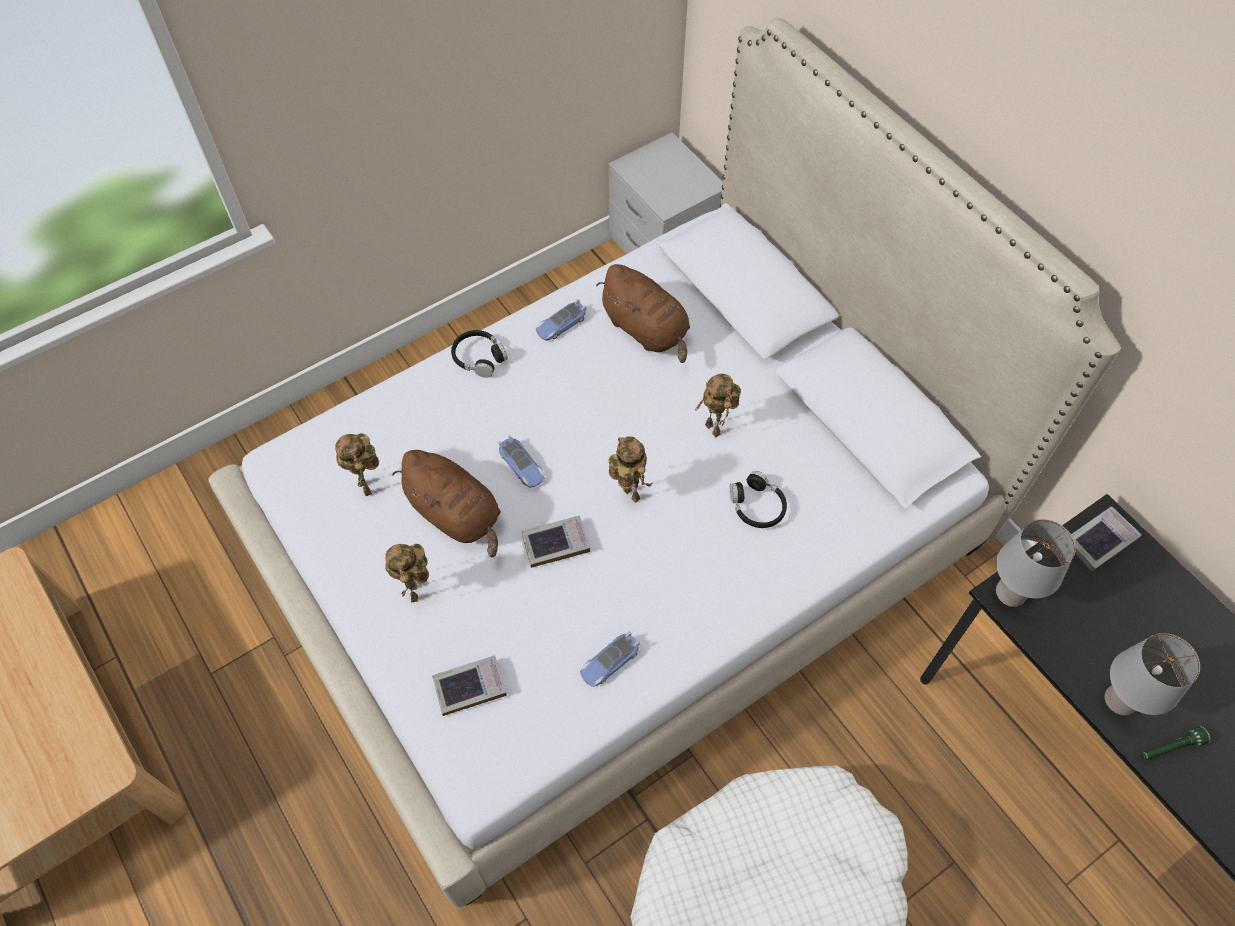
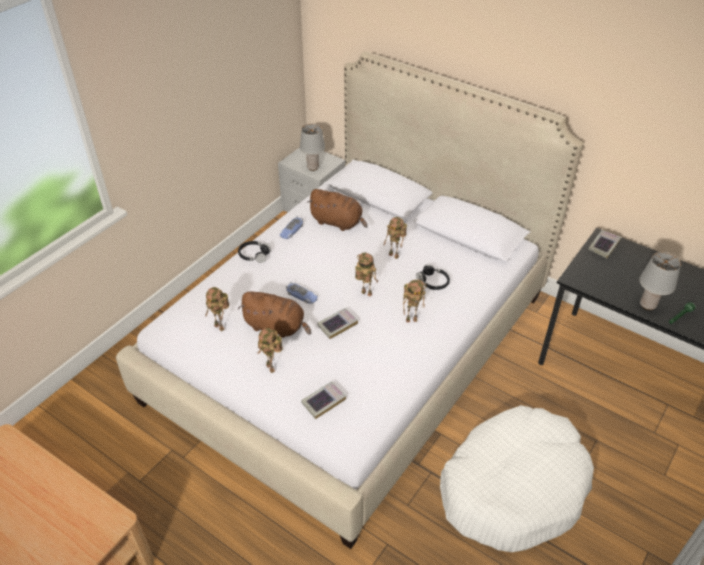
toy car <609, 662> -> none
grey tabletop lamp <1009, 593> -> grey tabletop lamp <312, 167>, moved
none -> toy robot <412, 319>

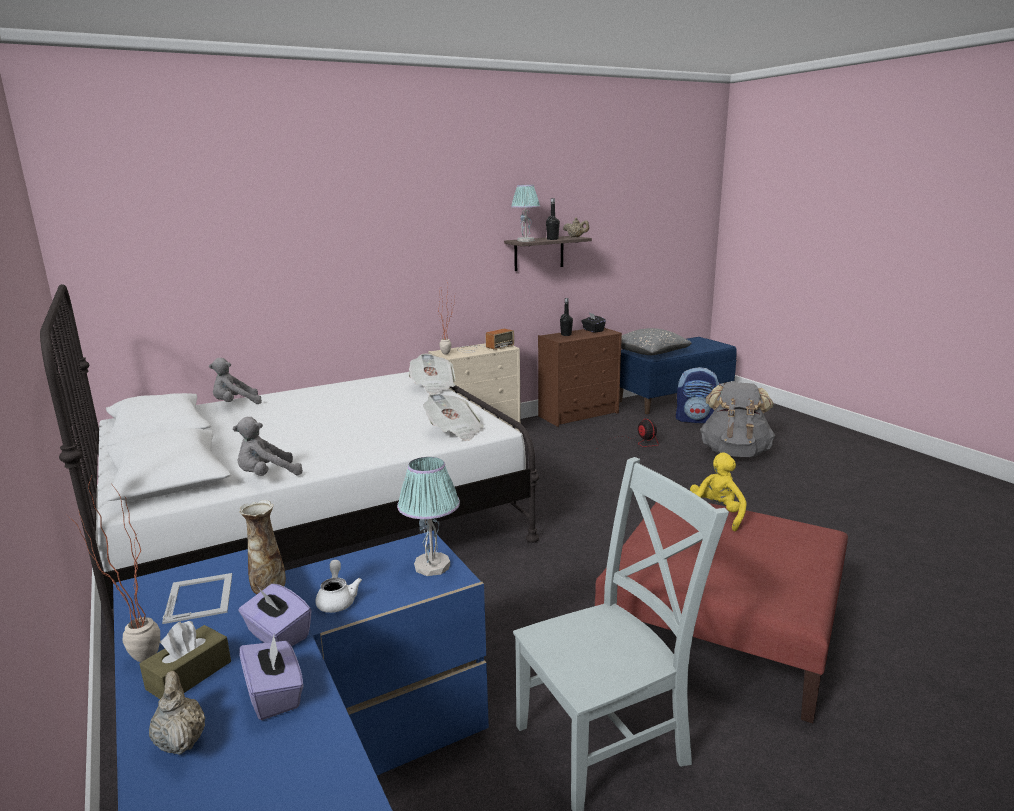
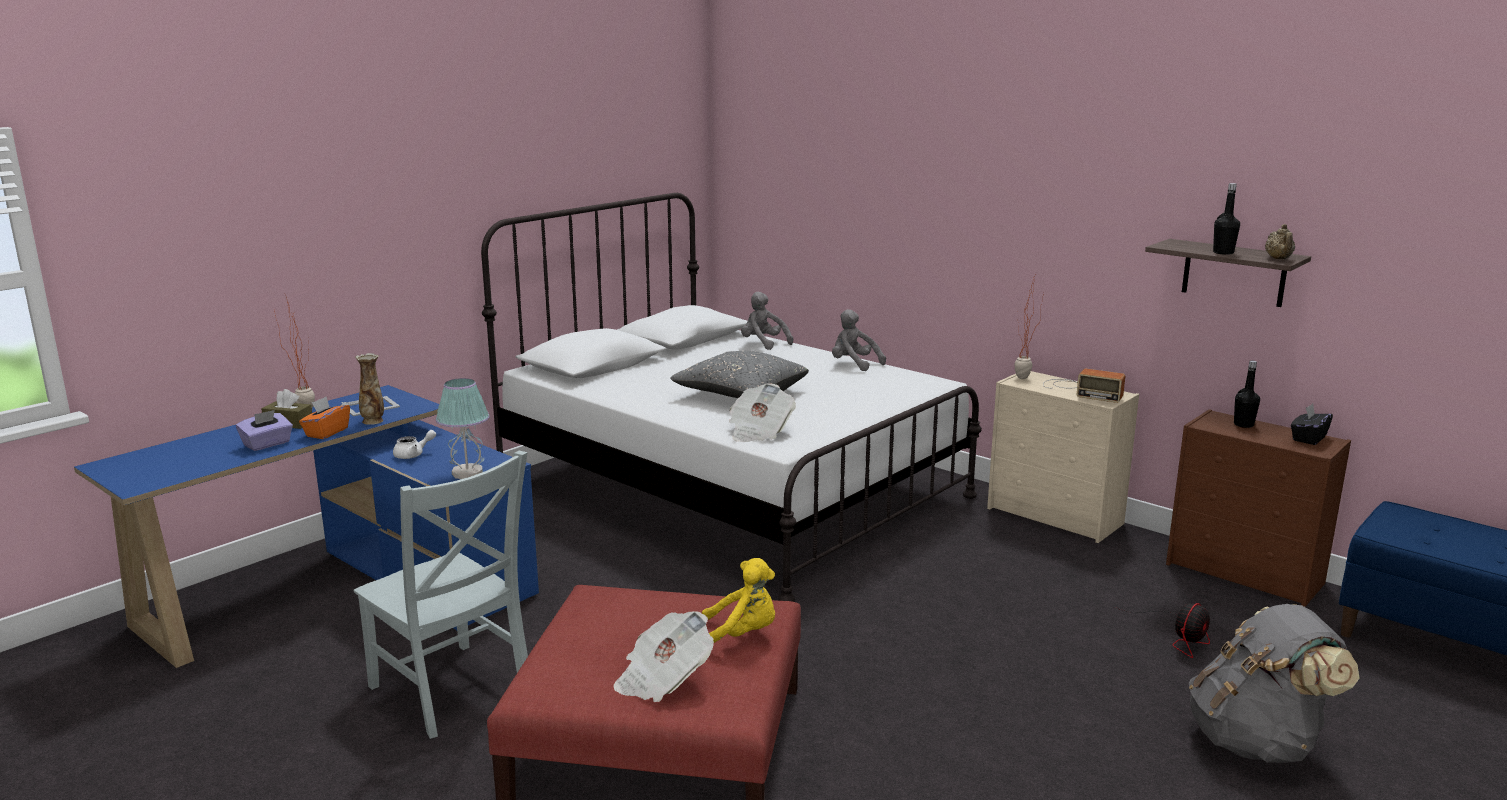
beige tea pot <181, 741> -> none
grey cuddly toy <267, 476> -> grey cuddly toy <854, 364>, moved
purplish box of tissues <277, 635> -> orange box of tissues <326, 432>
printed paper <433, 386> -> printed paper <663, 679>, moved
tabletop lamp <526, 240> -> none
grey cushion <648, 354> -> grey cushion <740, 394>, moved
knapsack <696, 420> -> none

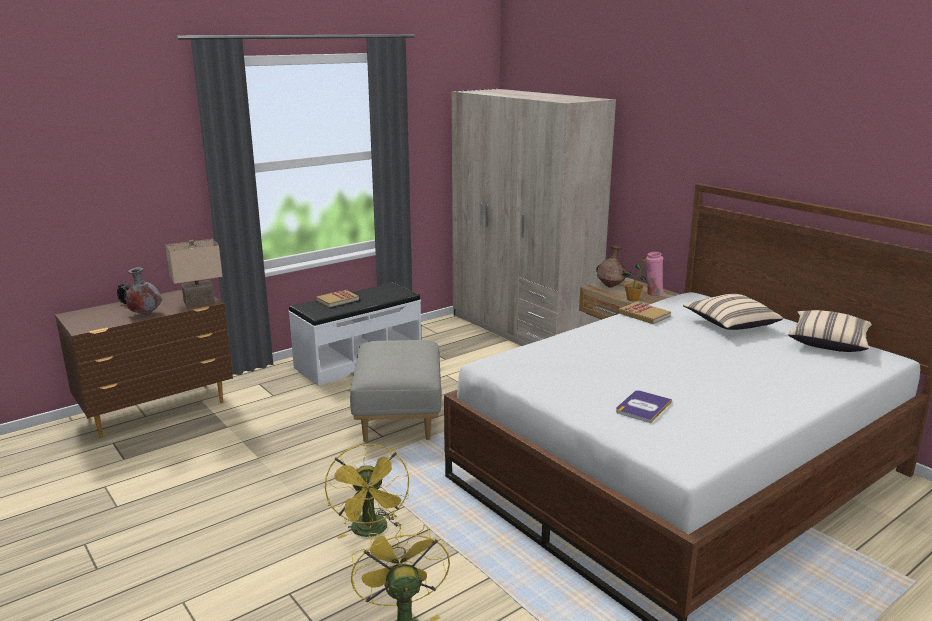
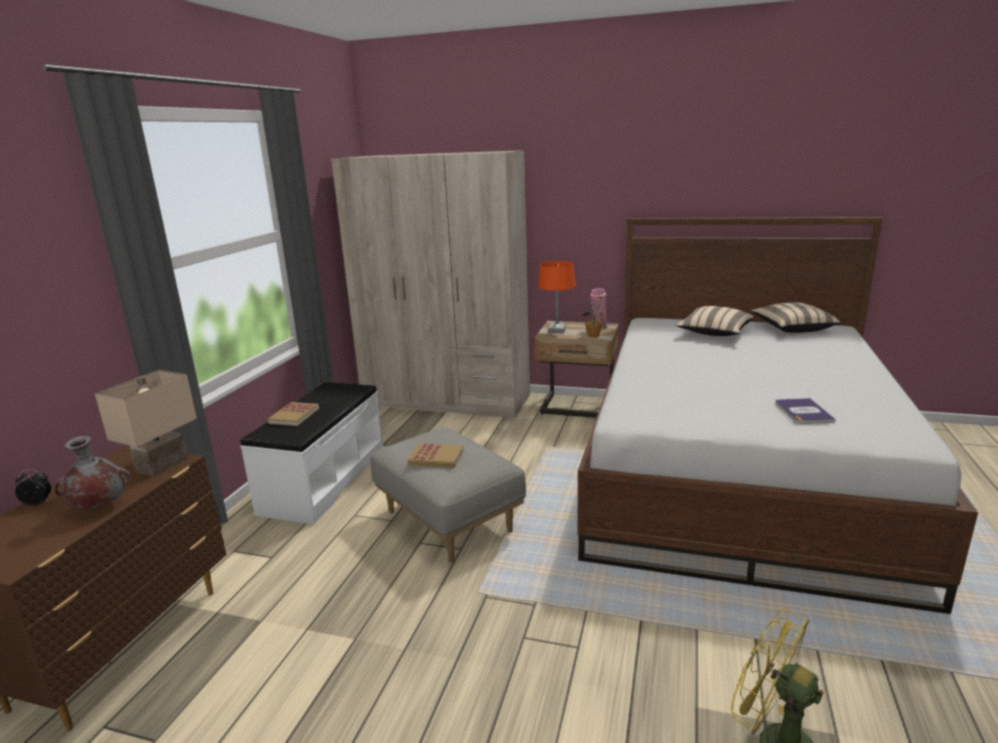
yellow electric fan <371, 531> -> none
brownish flower vase <611, 286> -> orange tabletop lamp <557, 330>
book <644, 315> -> book <436, 458>, moved

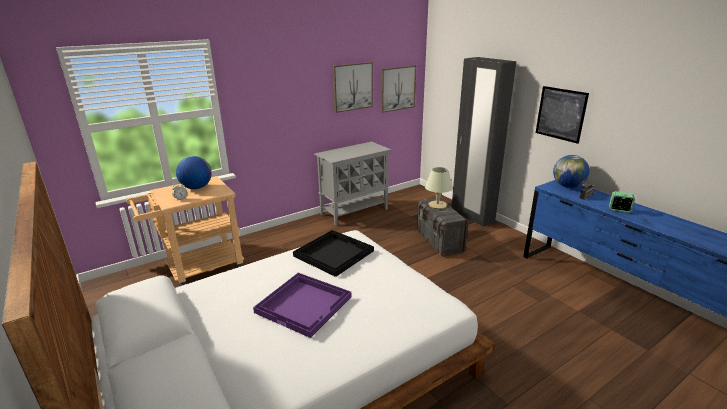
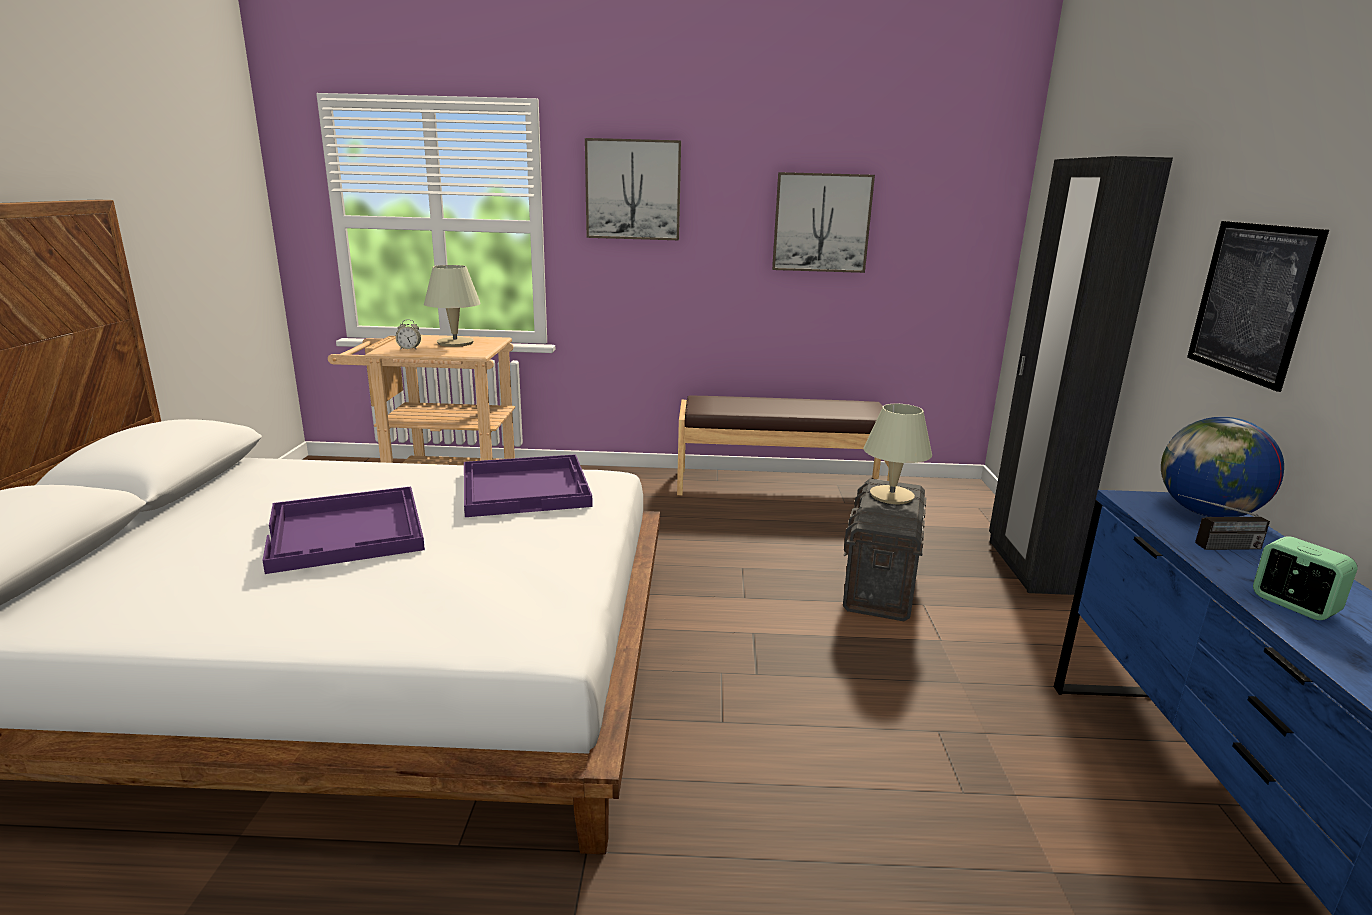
desk globe <196, 188> -> beige tabletop lamp <455, 343>
black carrying tray <333, 253> -> purplish carrying tray <526, 488>
grey storage cabinet <354, 211> -> brownish bench <780, 485>
wall art <397, 88> -> wall art <633, 190>, moved

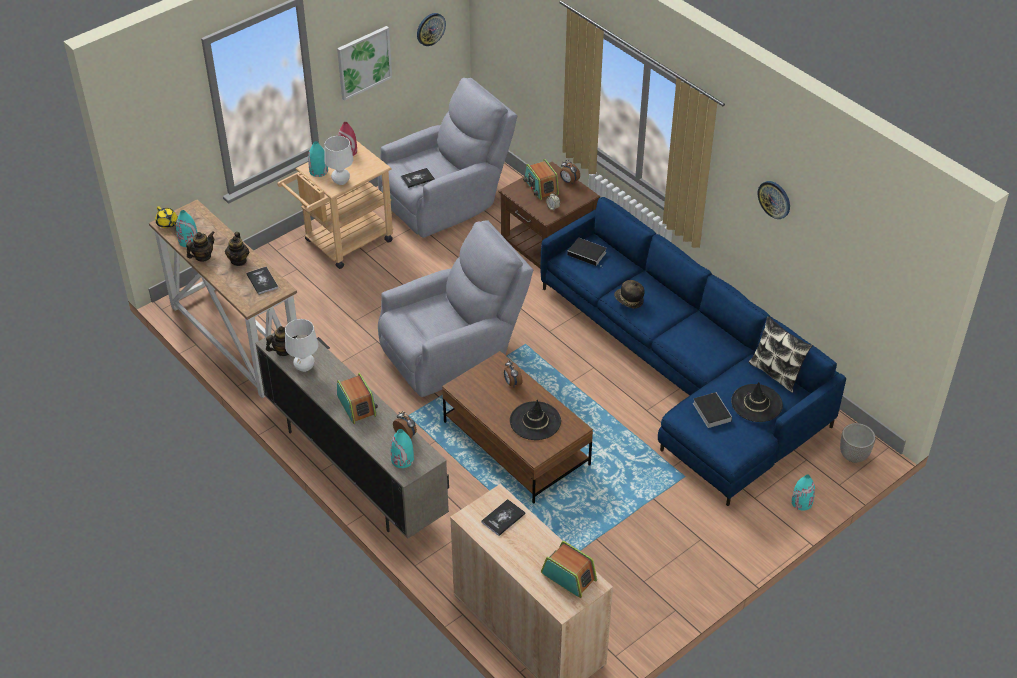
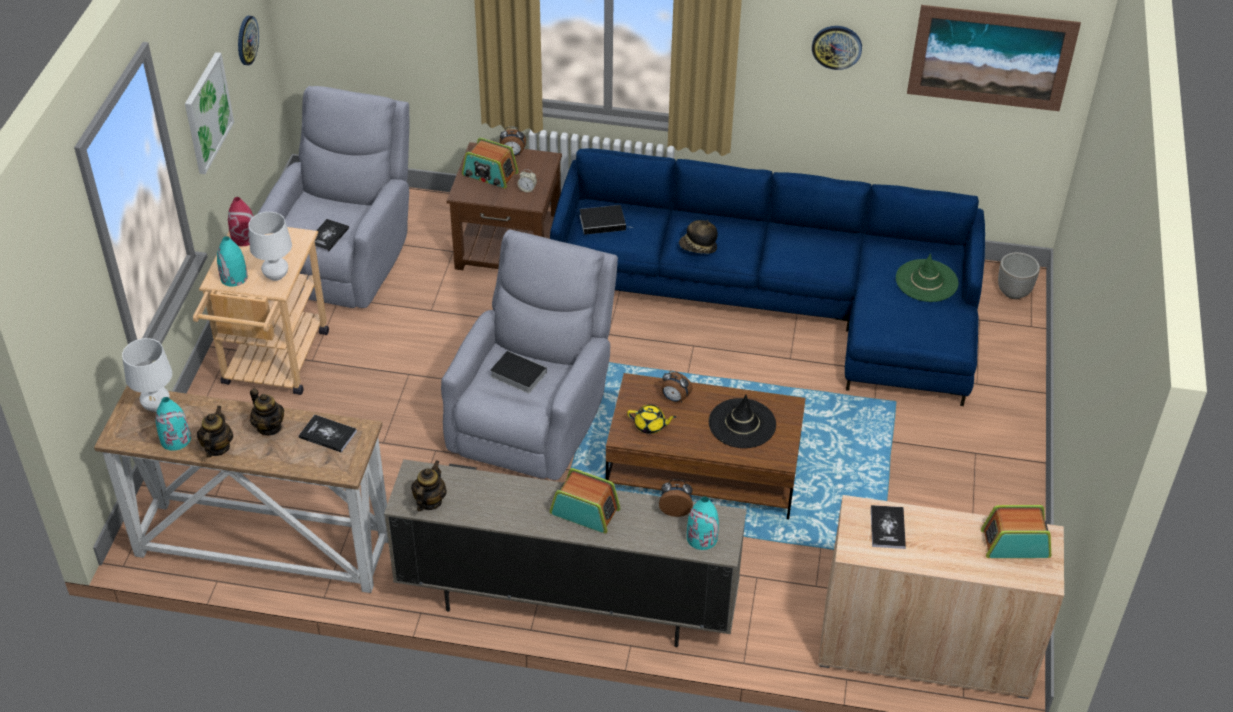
yellow tea pot <167, 223> -> yellow tea pot <650, 426>, moved
whitish tabletop lamp <304, 367> -> whitish tabletop lamp <157, 406>, moved
book <711, 411> -> book <516, 374>, moved
black wearable hat <756, 403> -> greenish wearable hat <926, 281>
cushion <776, 373> -> none
blue-green flower vase <801, 502> -> none
none -> wall art <991, 57>

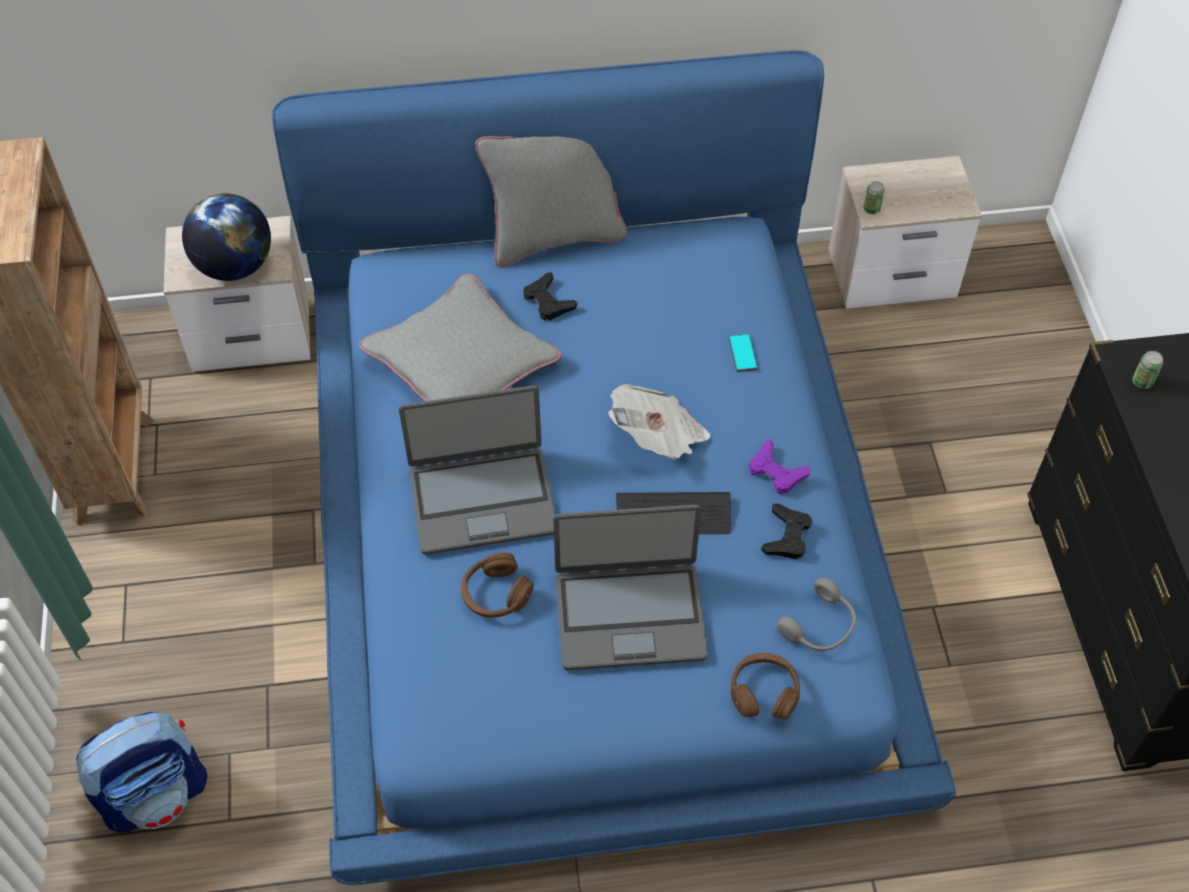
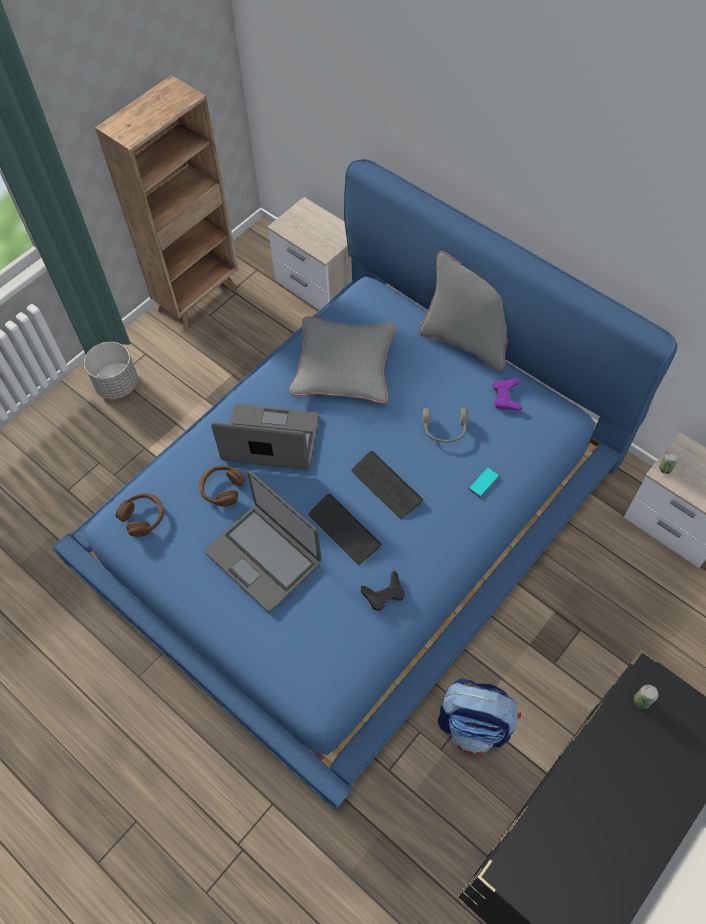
knapsack <157, 794> -> knapsack <474, 725>, moved
desk globe <235, 266> -> none
portable computer <482, 500> -> portable computer <271, 440>, 150 degrees clockwise
black joypad <548, 301> -> none
printed paper <658, 437> -> keyboard <386, 485>
brownish pair of headphones <764, 692> -> brownish pair of headphones <143, 517>, moved
purplish joypad <776, 472> -> purplish joypad <506, 397>, moved
grey pair of headphones <820, 626> -> grey pair of headphones <444, 430>, moved
none -> grey planter <117, 384>

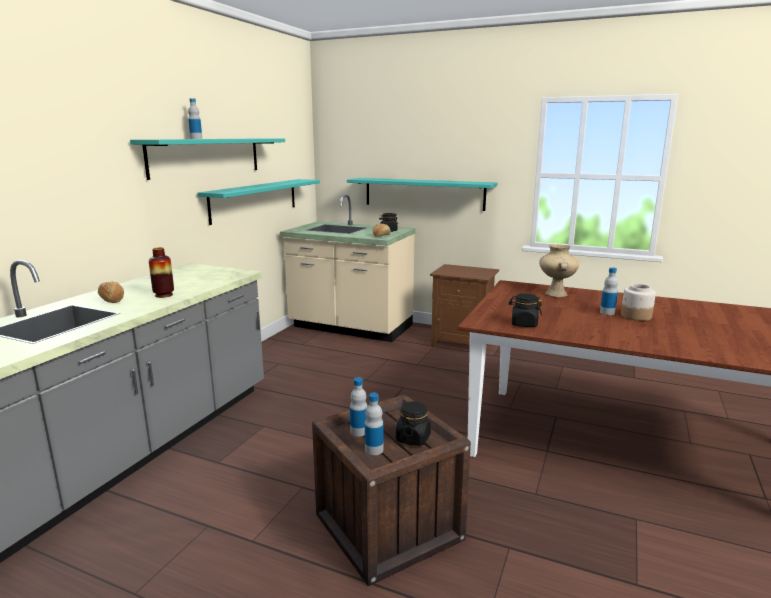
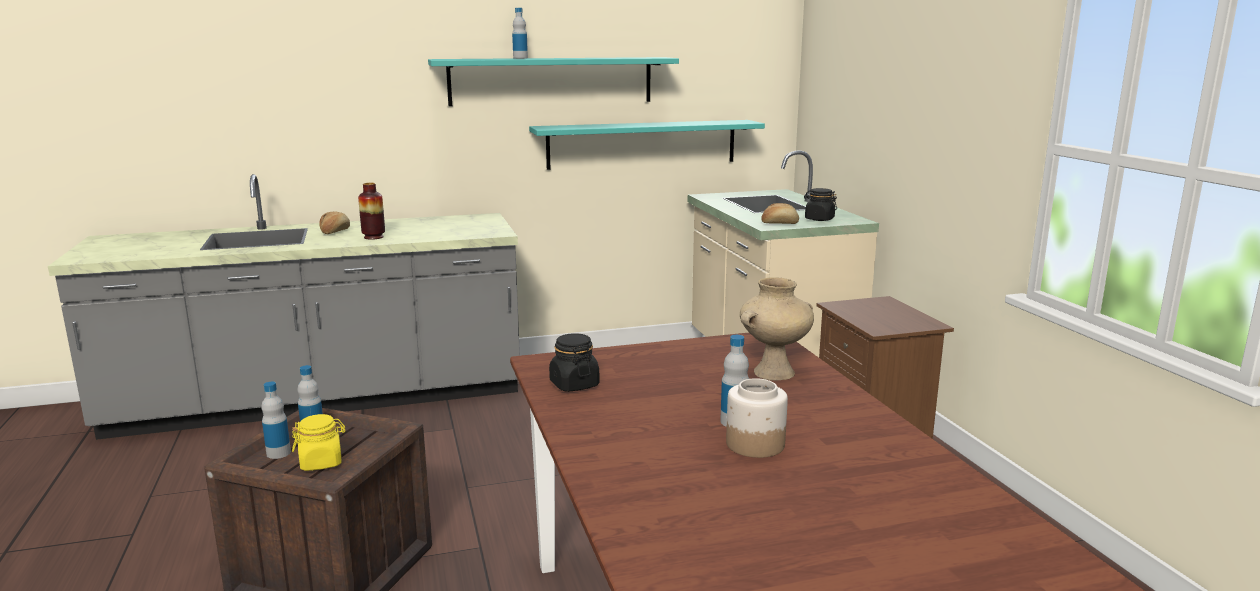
blue-green wall shelf <423, 193> -> none
black storage jar <413, 438> -> yellow storage jar <321, 462>

